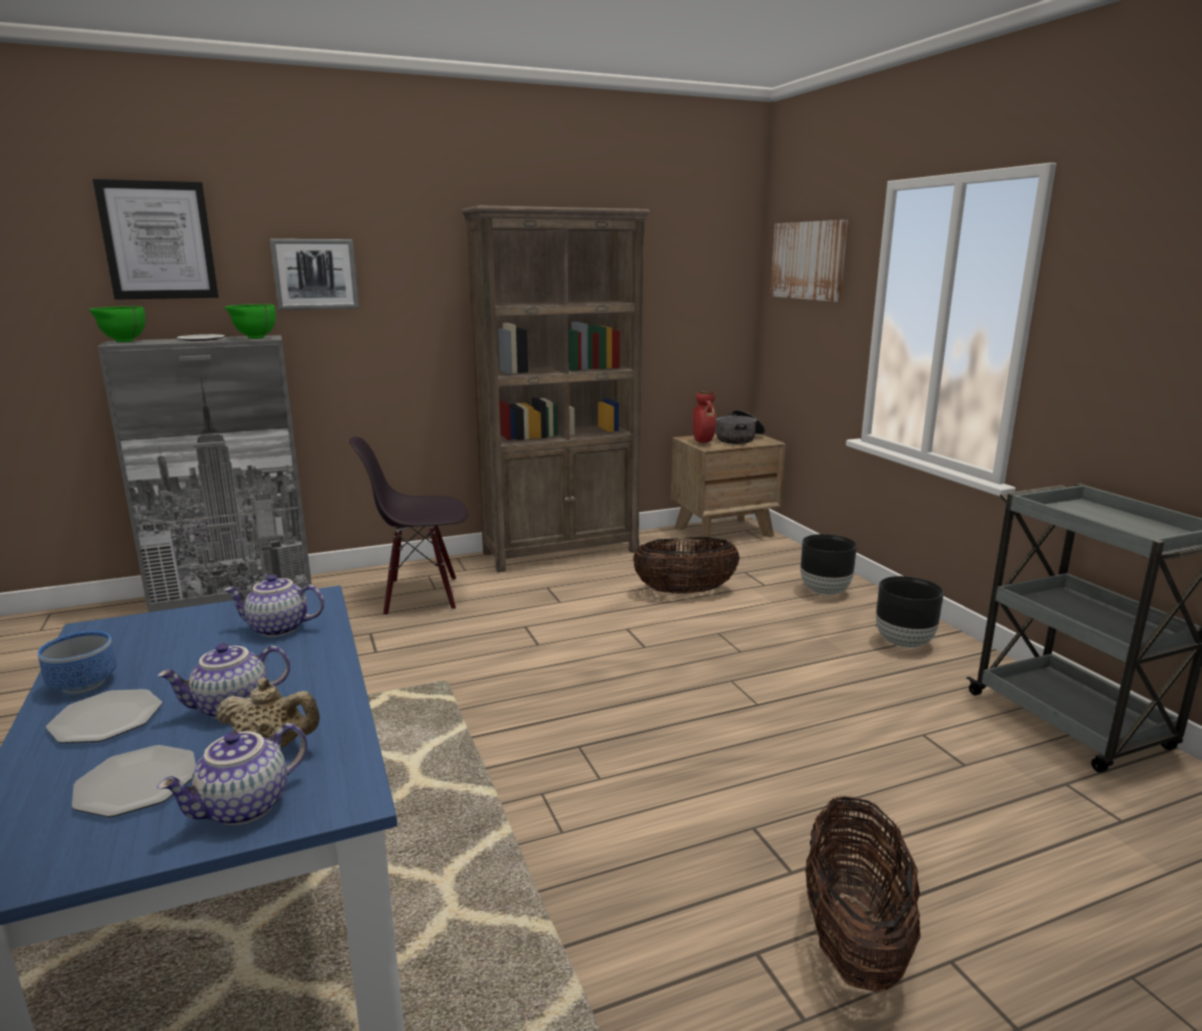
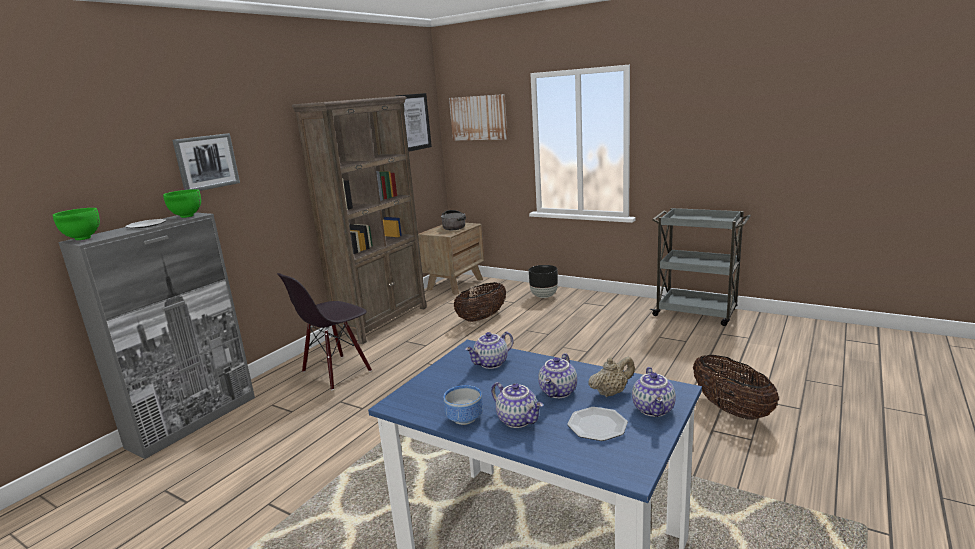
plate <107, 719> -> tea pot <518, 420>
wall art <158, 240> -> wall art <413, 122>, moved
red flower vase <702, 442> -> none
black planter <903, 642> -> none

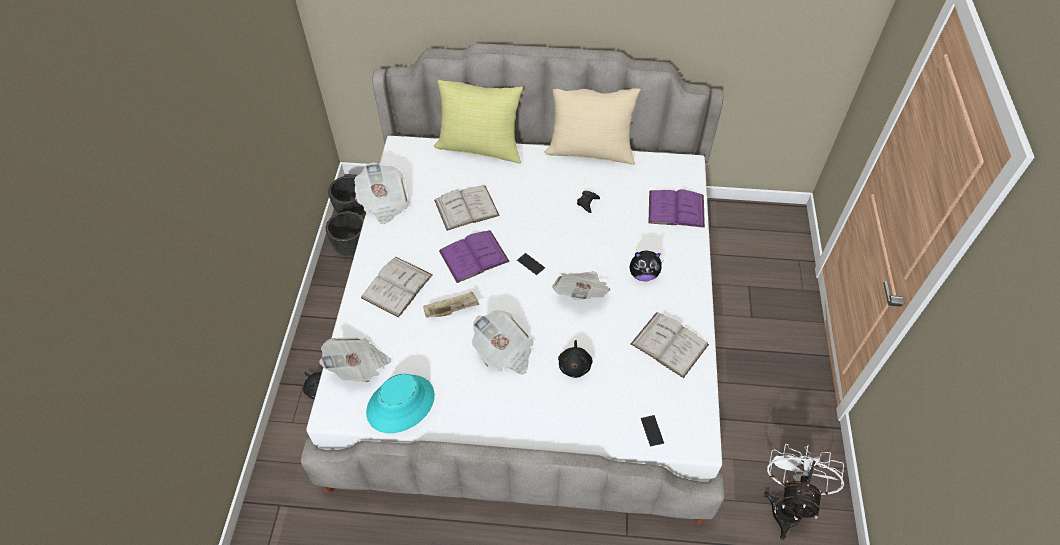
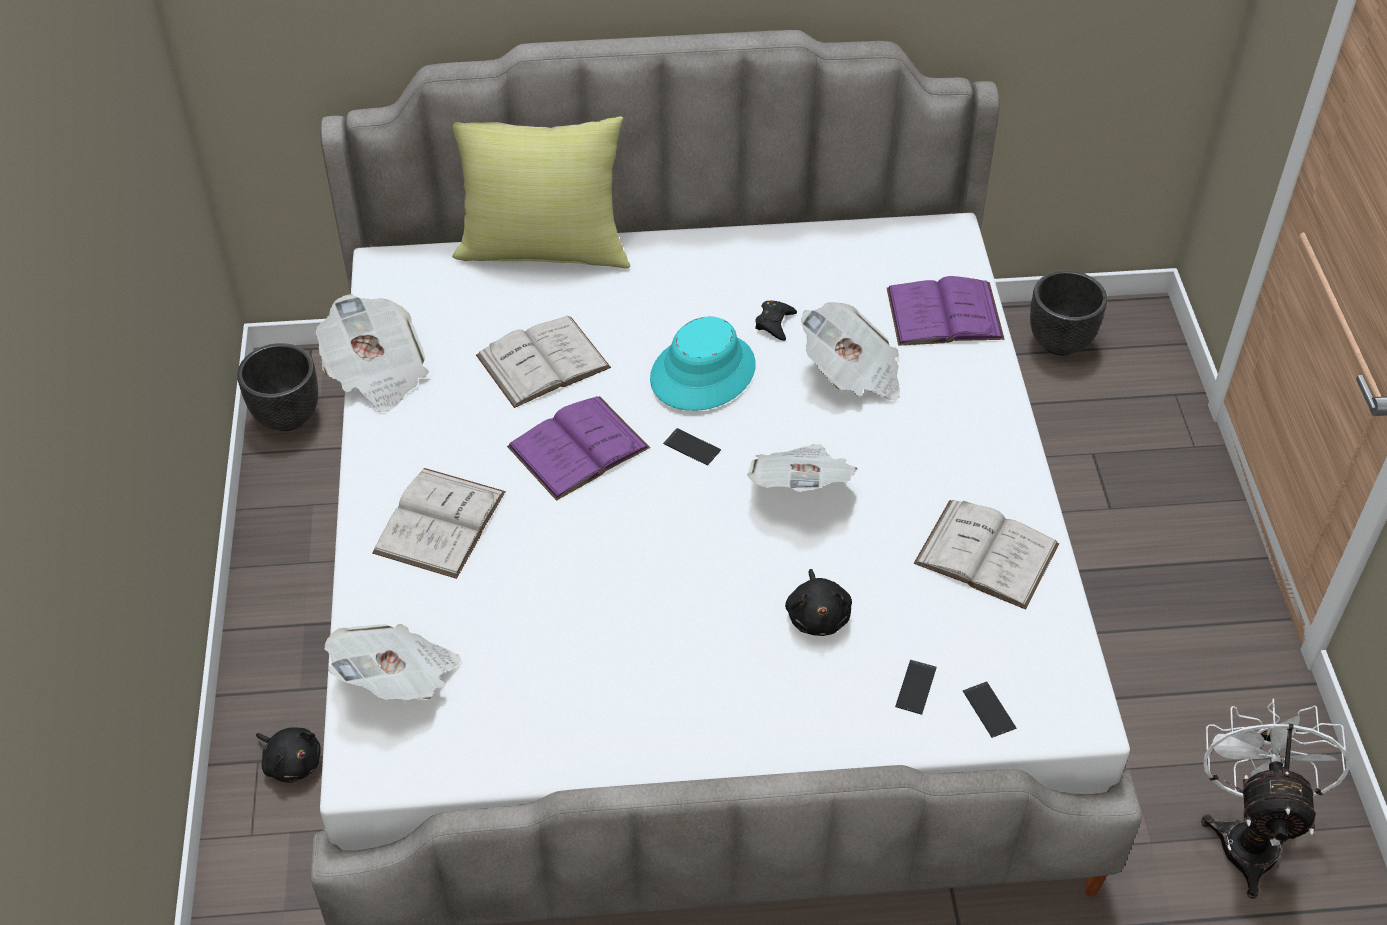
black planter <351, 247> -> black planter <1060, 342>, moved
blue-green wearable hat <400, 403> -> blue-green wearable hat <702, 372>, moved
beige carrying tray <452, 310> -> none
printed paper <504, 352> -> printed paper <852, 373>, moved
beige cushion <590, 150> -> none
cuddly toy <643, 274> -> none
none -> telephone <916, 687>

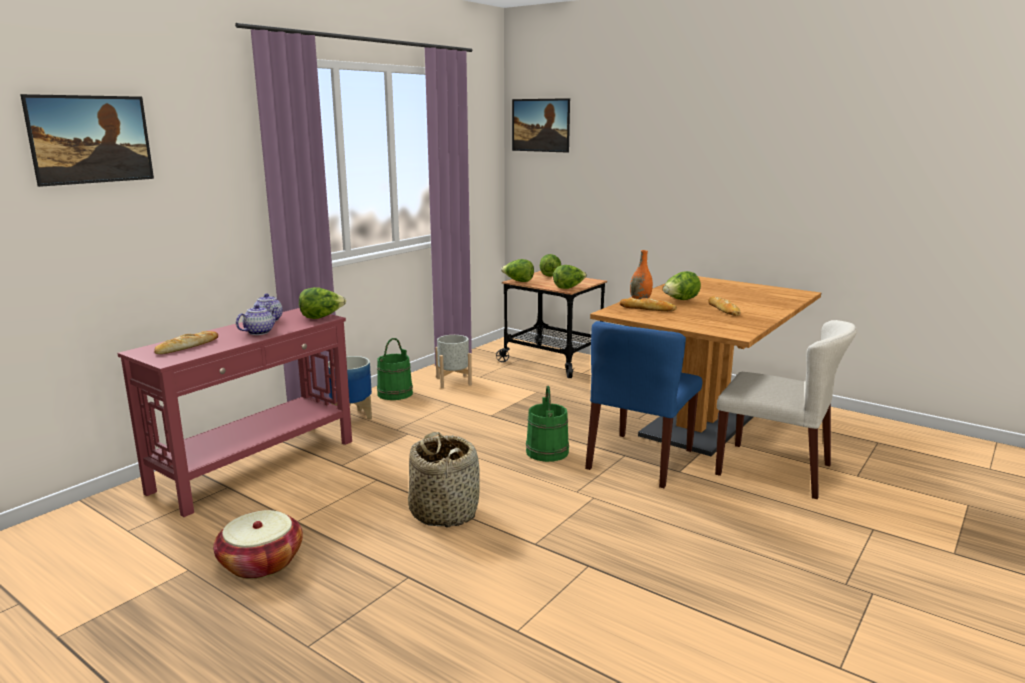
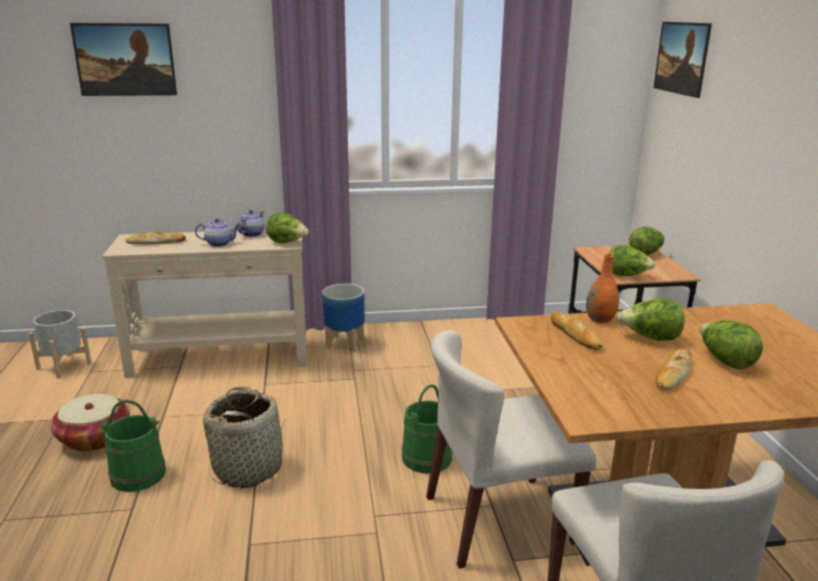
red hall table <257, 466> -> beige hall table <221, 357>
greenish water bucket <395, 393> -> greenish water bucket <138, 475>, moved
grey planter <453, 381> -> grey planter <64, 366>, moved
lettuce <518, 281> -> lettuce <725, 361>, moved
blue-coloured plain chair <640, 460> -> beige plain chair <497, 520>

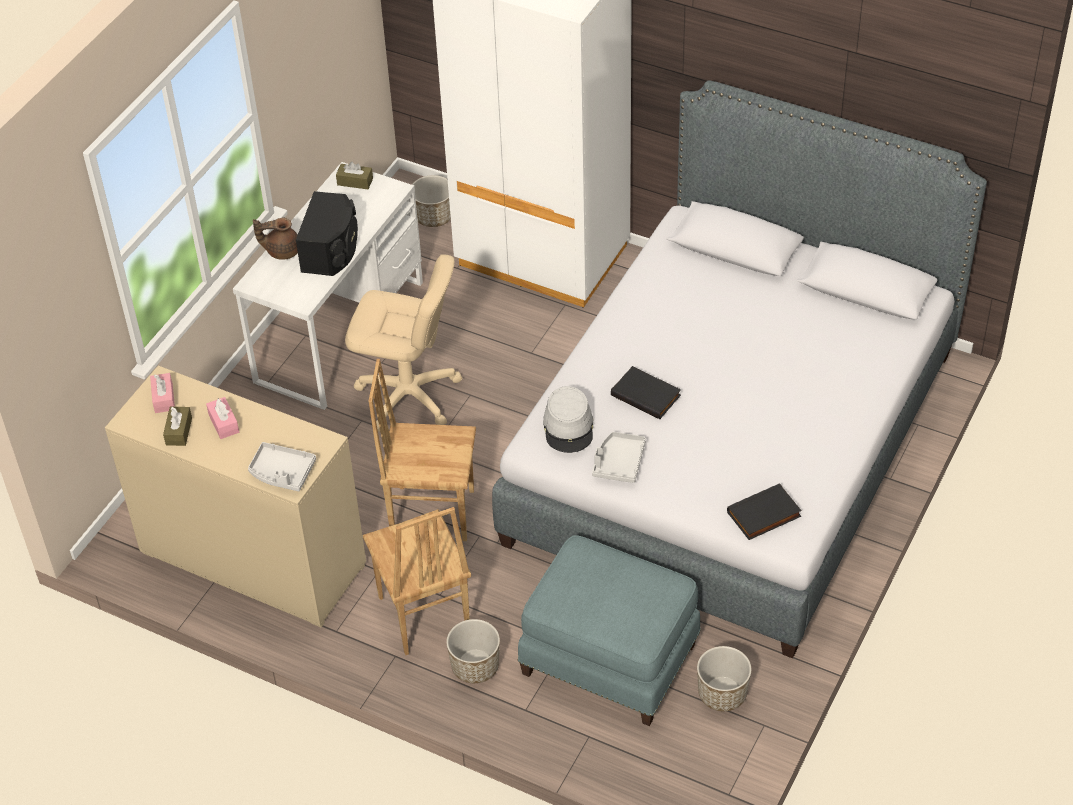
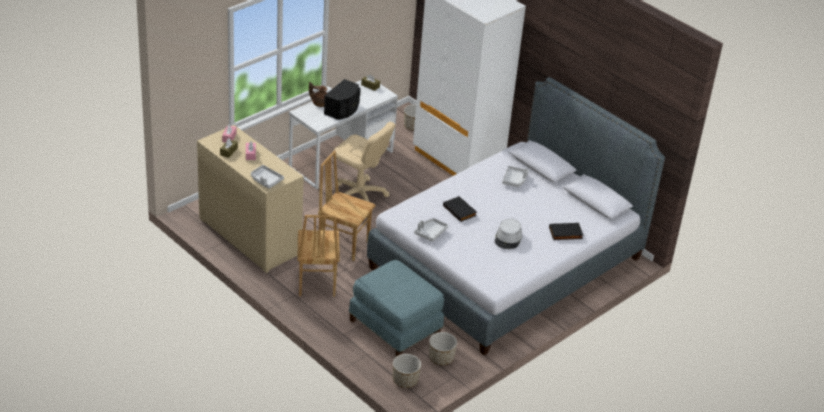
planter <475, 666> -> planter <405, 380>, moved
grey wearable hat <569, 426> -> grey wearable hat <508, 238>, moved
black book <764, 516> -> black book <565, 233>, moved
none -> grey carrying tray <514, 180>

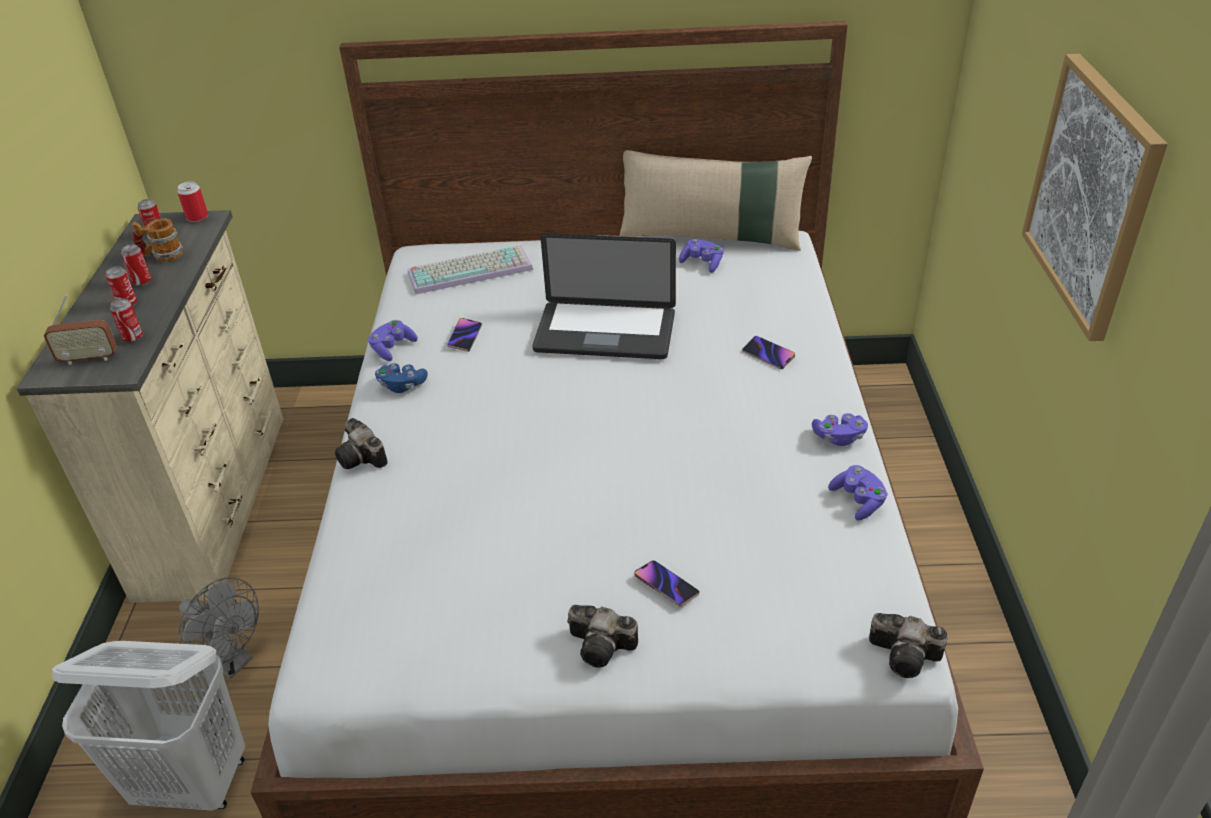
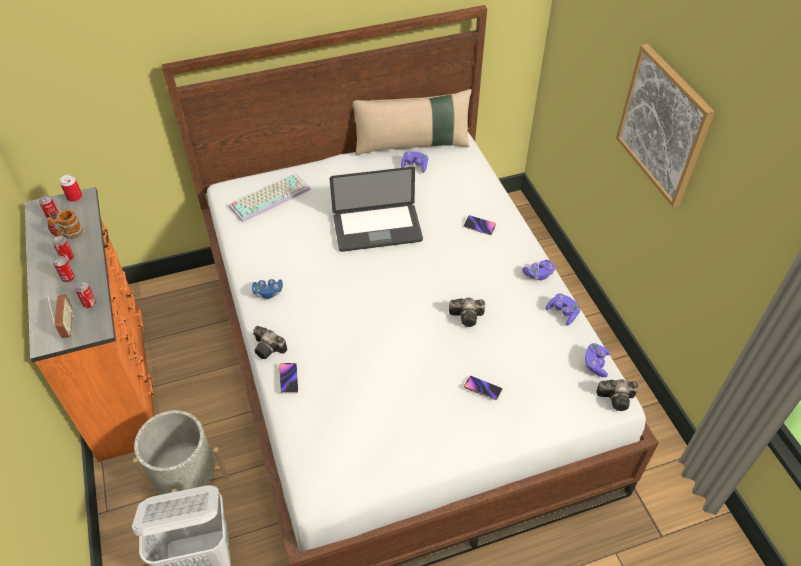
beige drawer chest <218, 500> -> orange drawer chest <122, 377>
radio set <89, 358> -> radio set <68, 325>, 75 degrees counterclockwise
grey electric fan <232, 661> -> grey planter <188, 482>
purplish joypad <393, 348> -> purplish joypad <595, 364>, moved
telephone <465, 337> -> telephone <288, 379>, moved
still camera <604, 646> -> still camera <468, 316>, moved

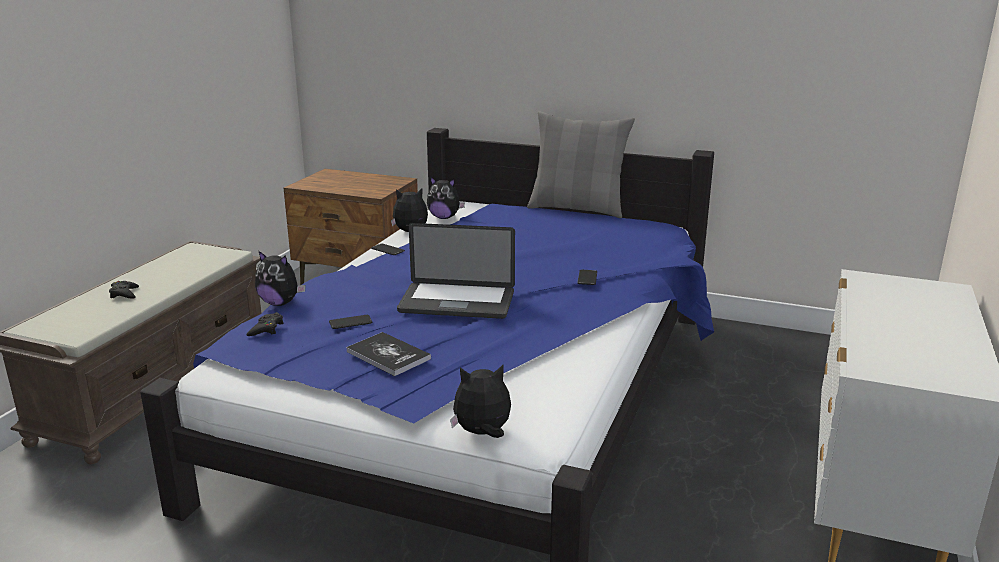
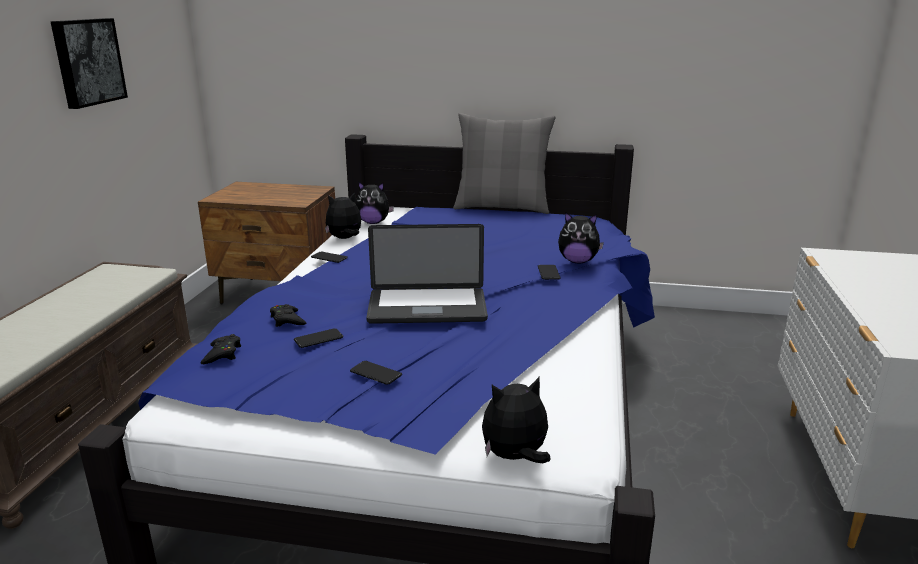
black joypad <124, 293> -> black joypad <287, 320>, moved
cuddly toy <280, 303> -> cuddly toy <578, 261>, moved
book <388, 355> -> telephone <375, 373>
none -> wall art <87, 62>

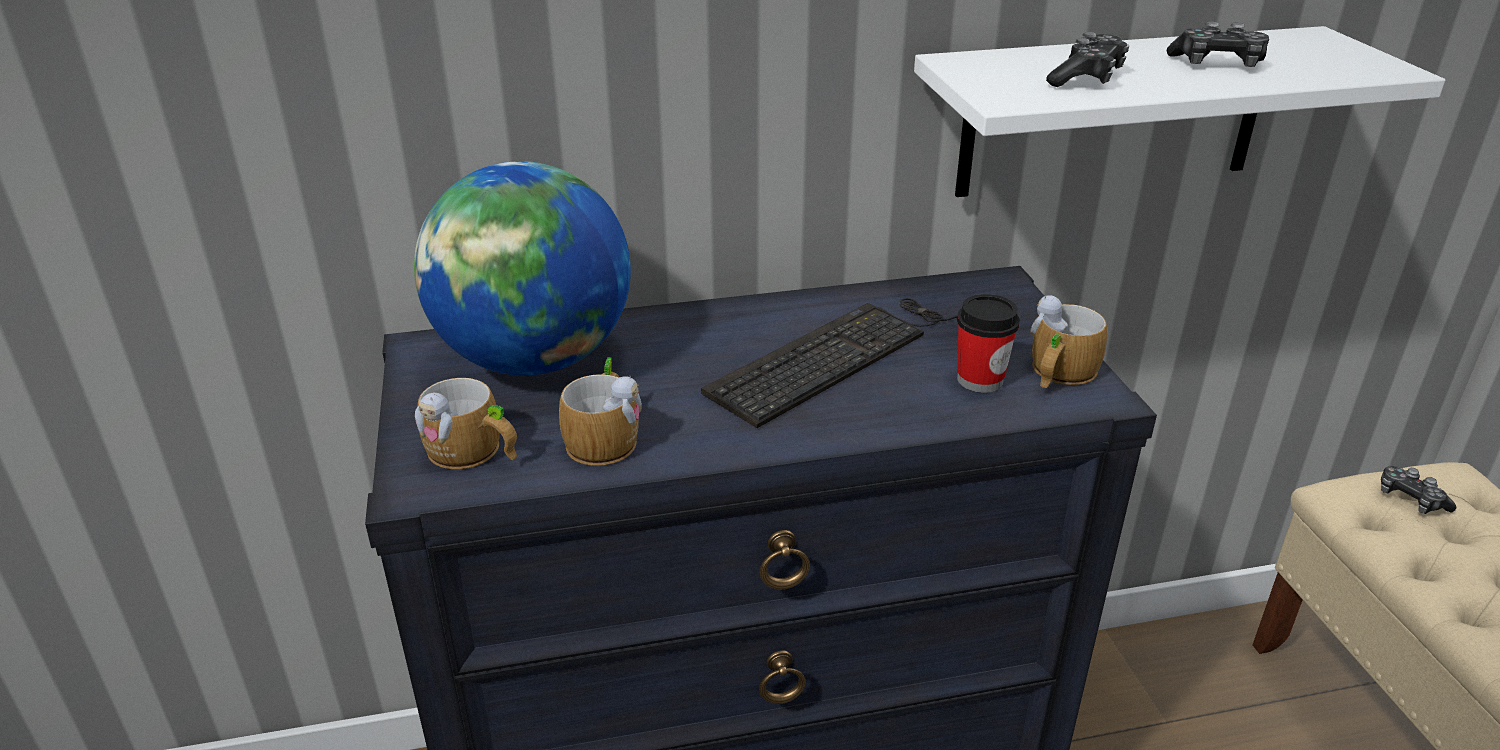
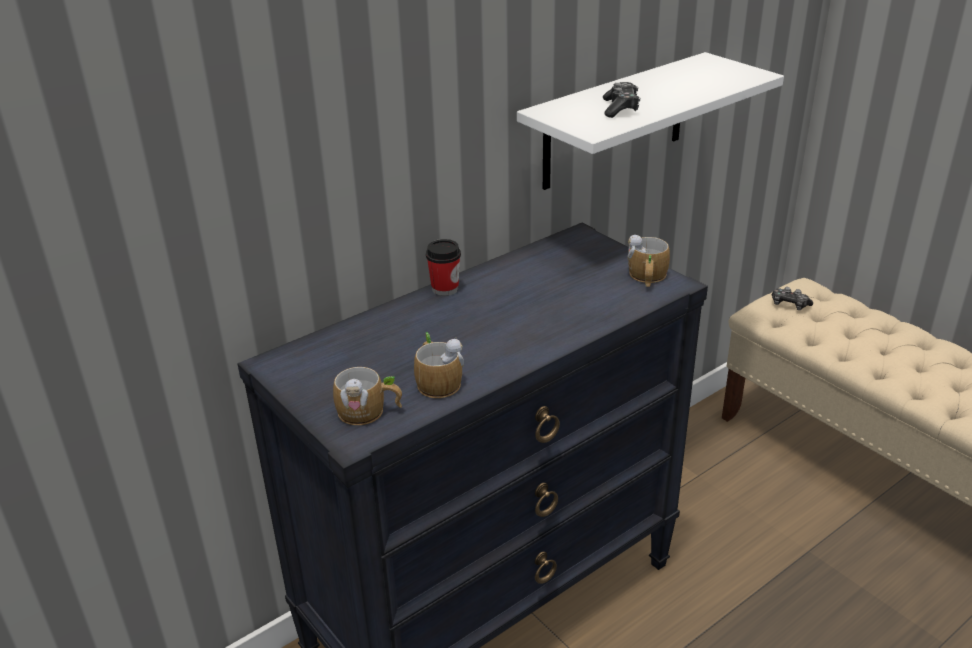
desk globe <535, 360> -> none
keyboard <842, 354> -> none
drinking cup <980, 380> -> drinking cup <445, 289>, moved
joypad <1217, 64> -> none

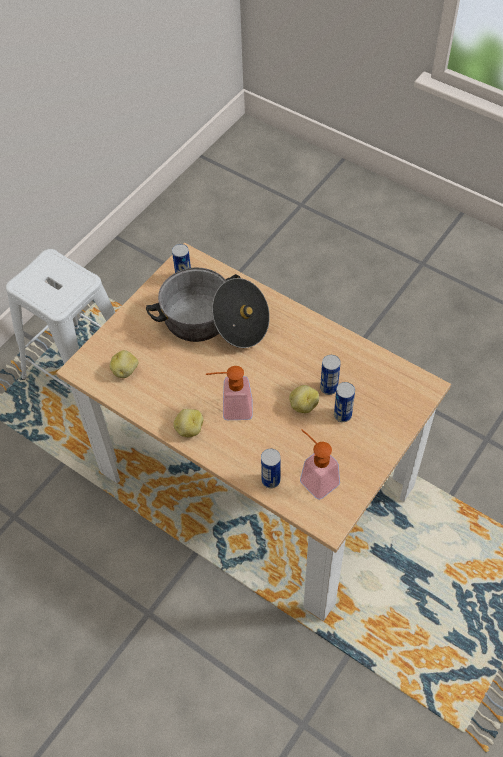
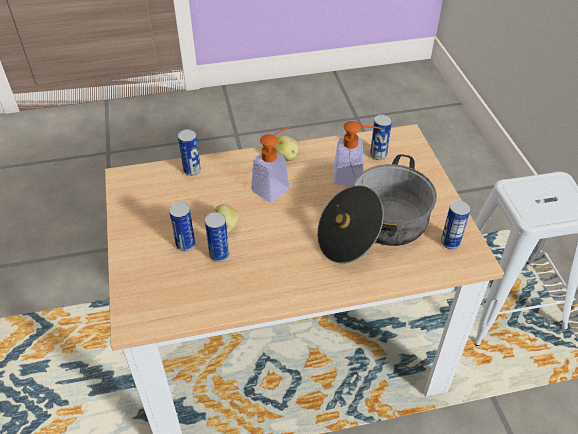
spud <125, 370> -> sealed can <378, 155>
soap bottle <315, 478> -> soap bottle <354, 177>, moved

